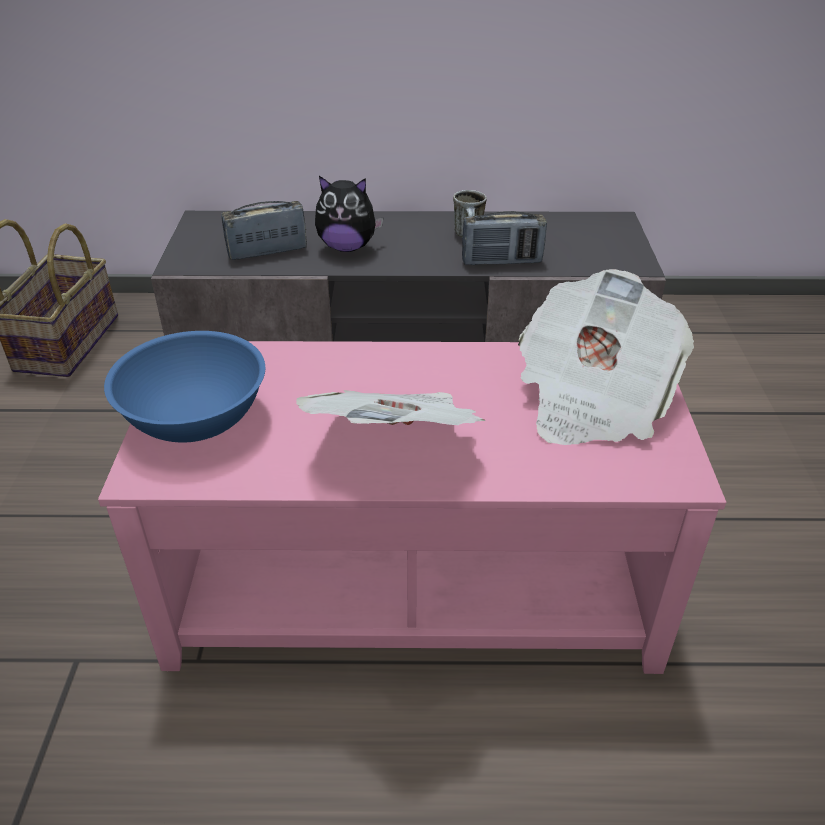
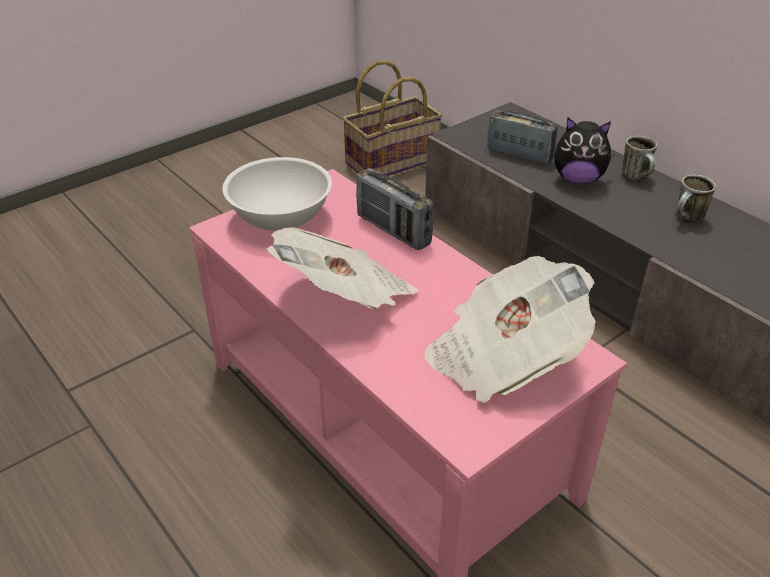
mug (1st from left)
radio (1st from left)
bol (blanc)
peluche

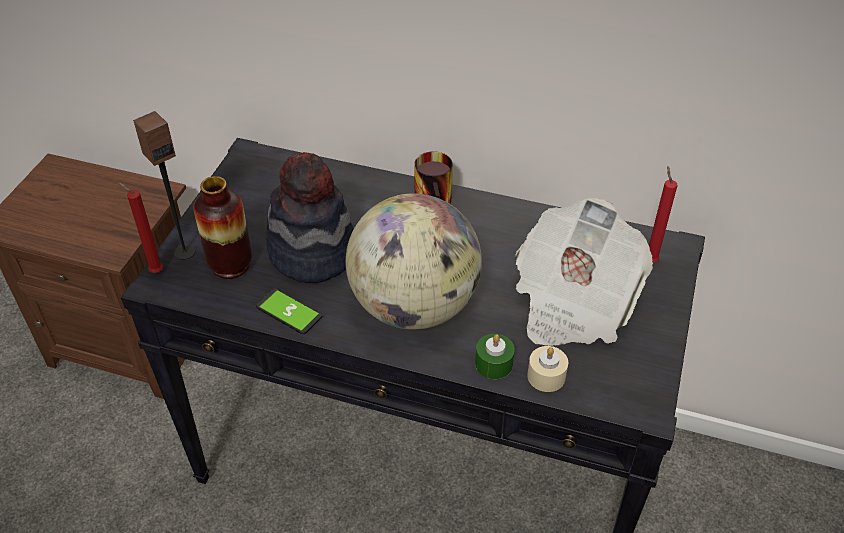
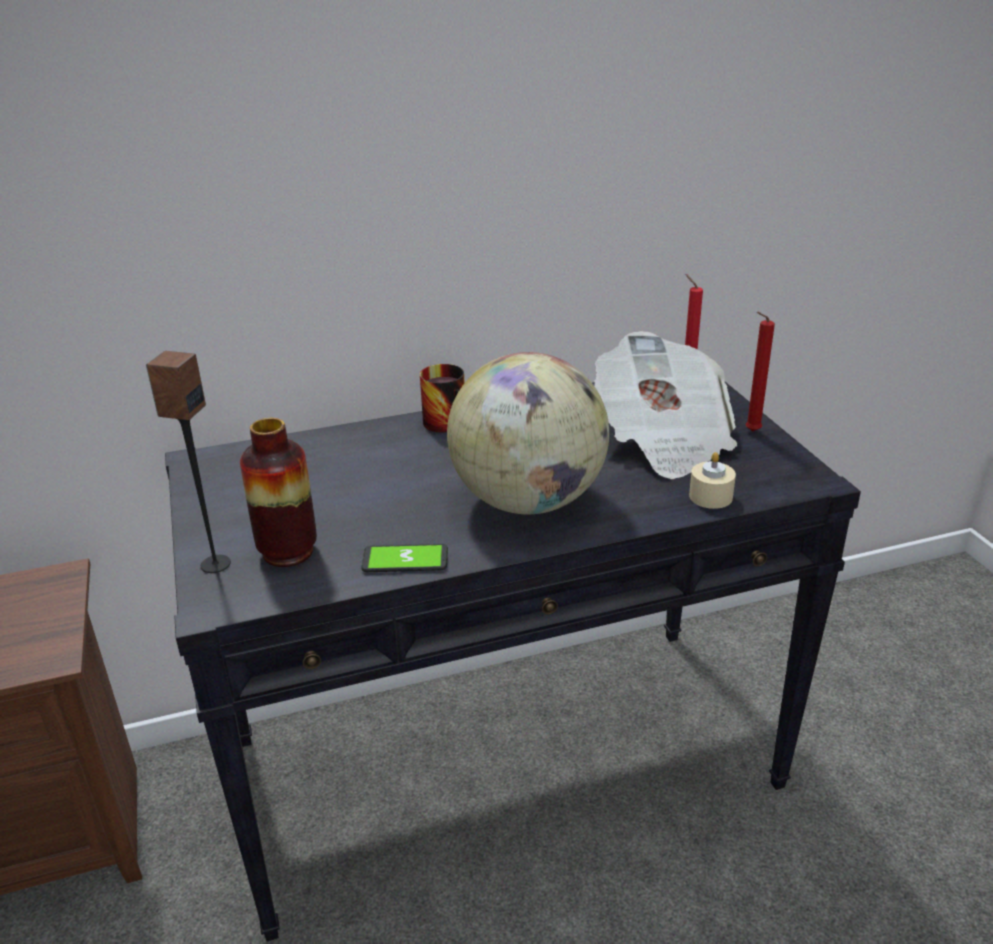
chapeau
bougie (vert)
bougie (rouge) (2nd from left)

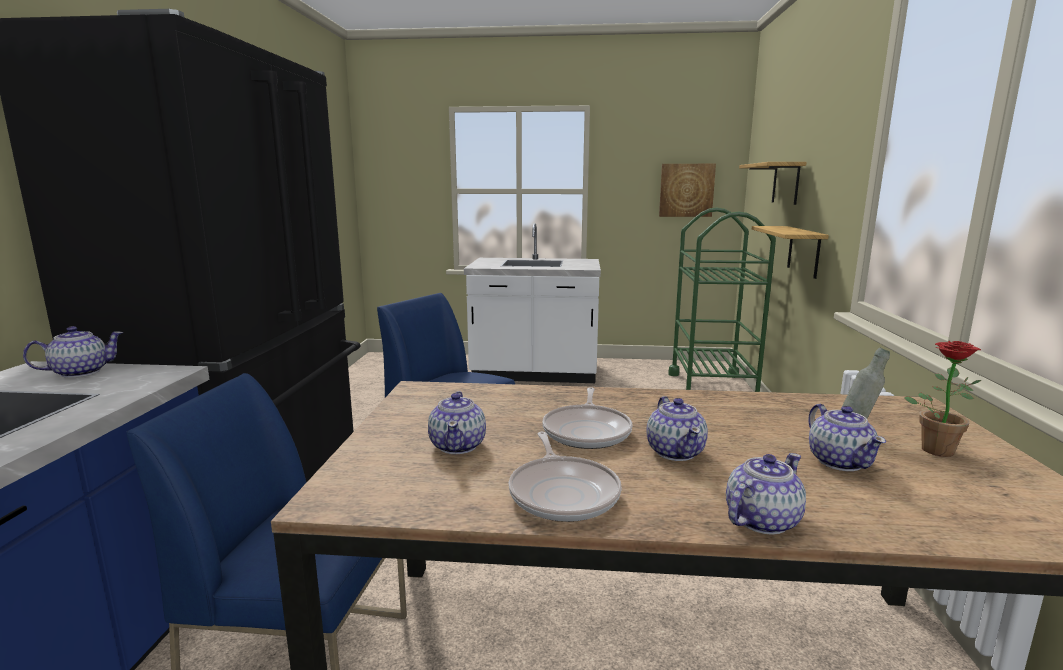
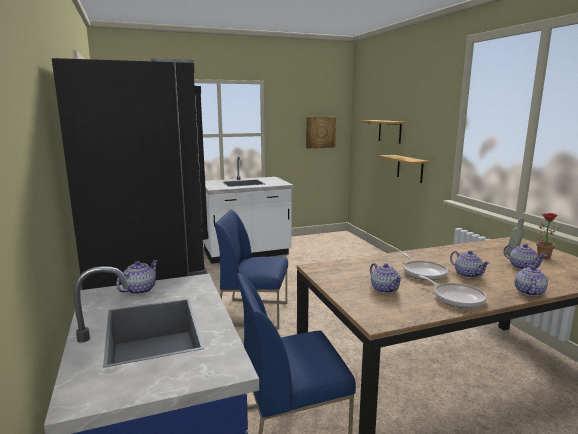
chariot (vert)

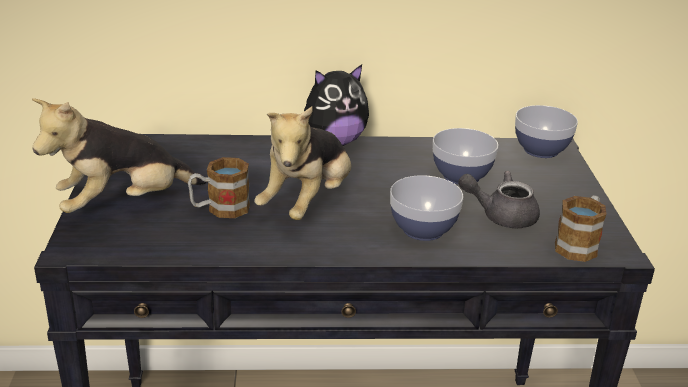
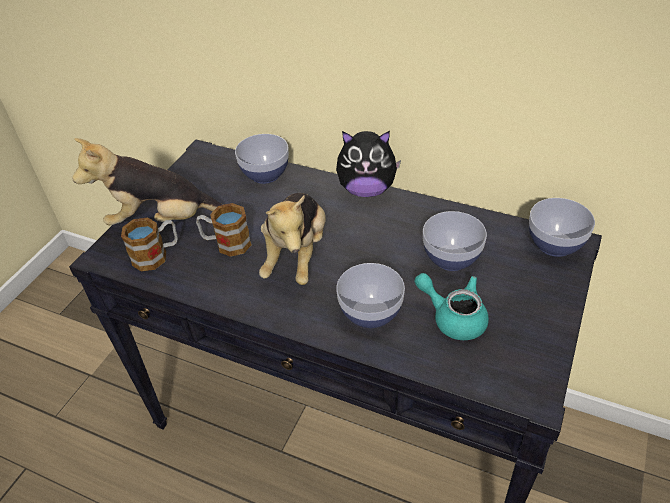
bol (1st from left)
mug (1st from left)
théière (turquoise)
peluche (2nd from left)

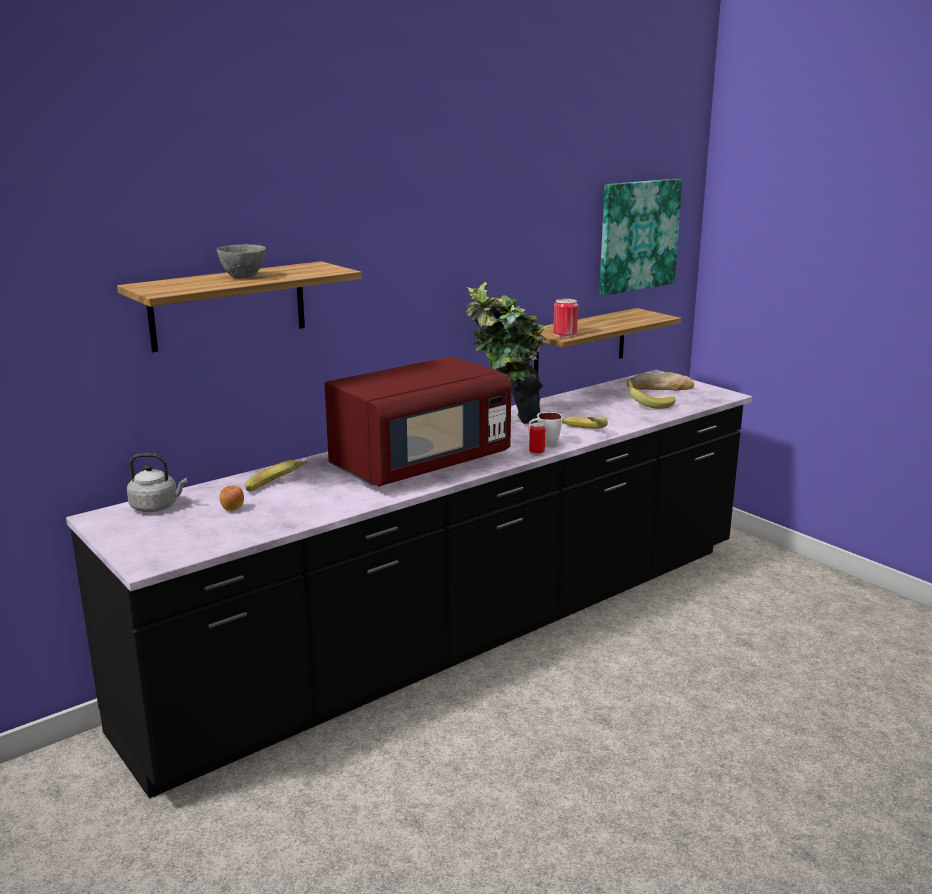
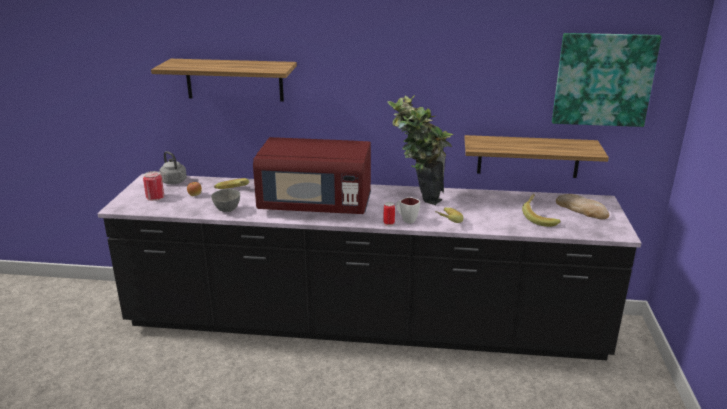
bol (gris)
boîte métallique (1st from left)

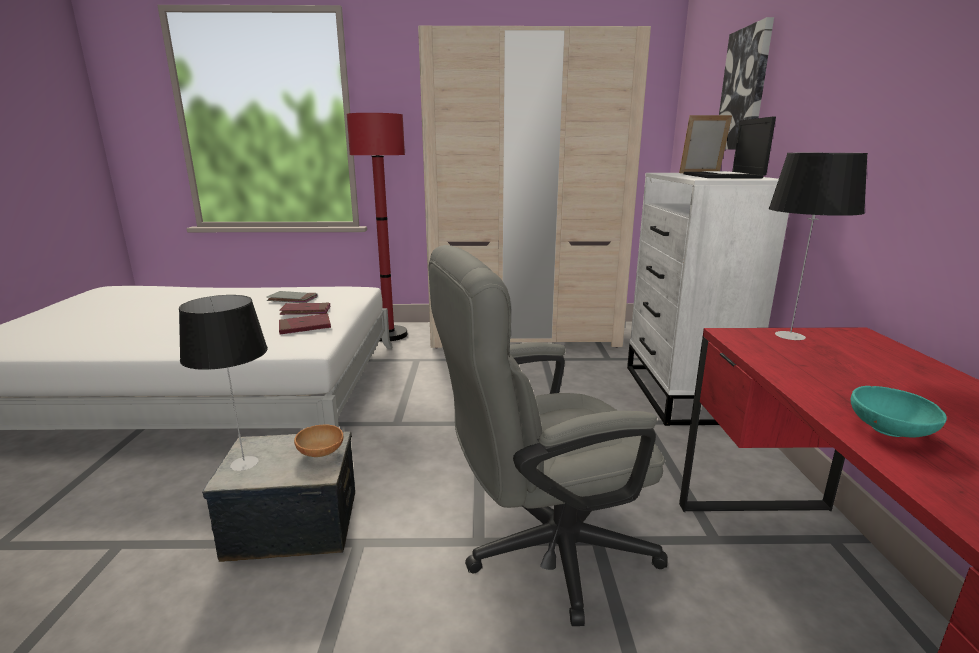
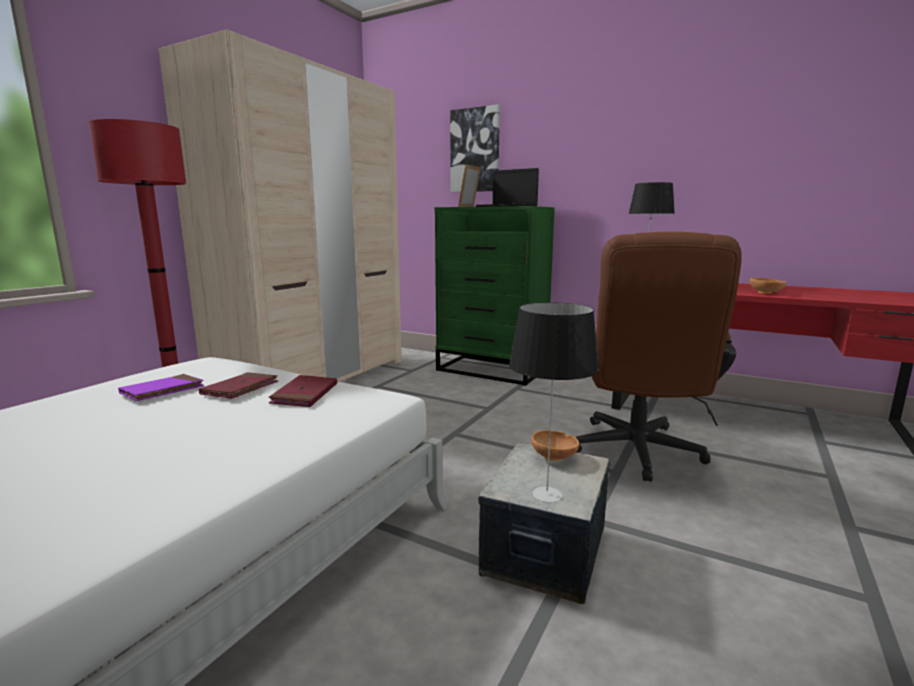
livre (violet)
chaise de bureau (marron)
commode (vert)
bol (marron) (2nd from left)

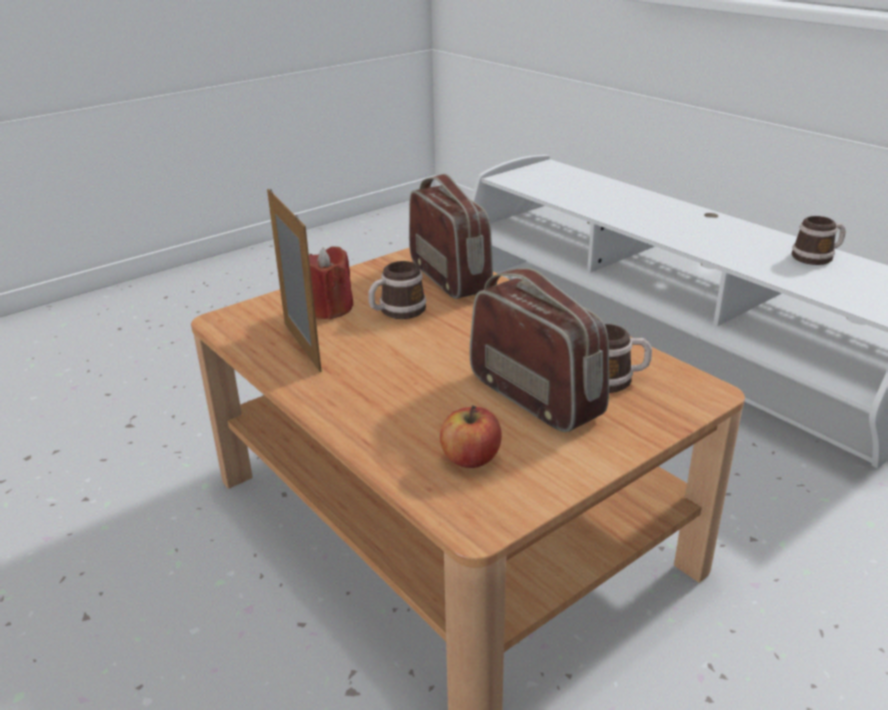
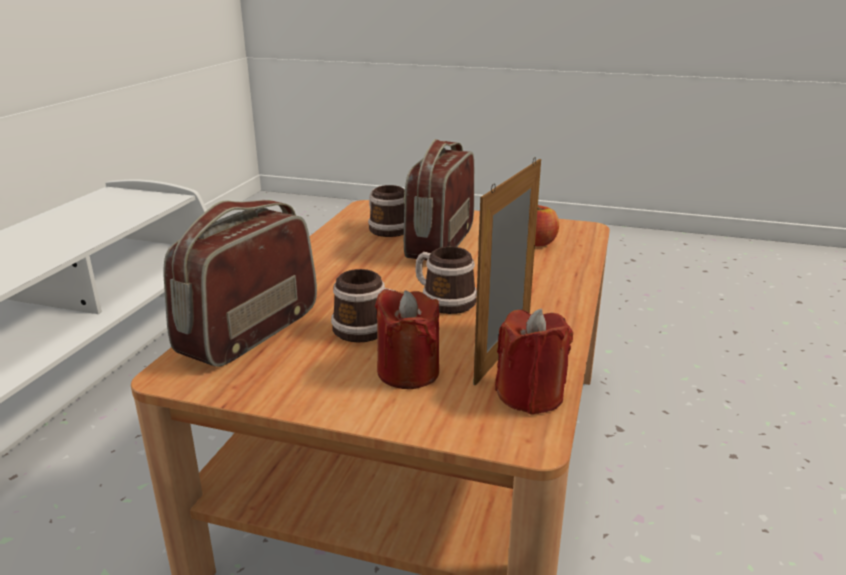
bougie (rouge) (2nd from left)
mug (3rd from left)

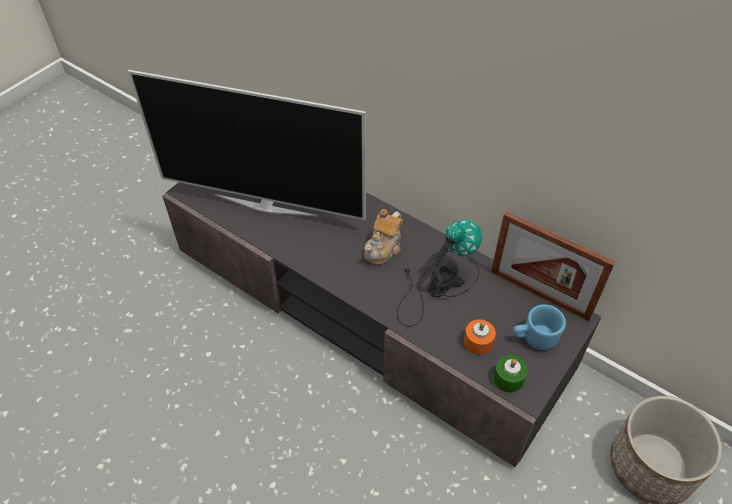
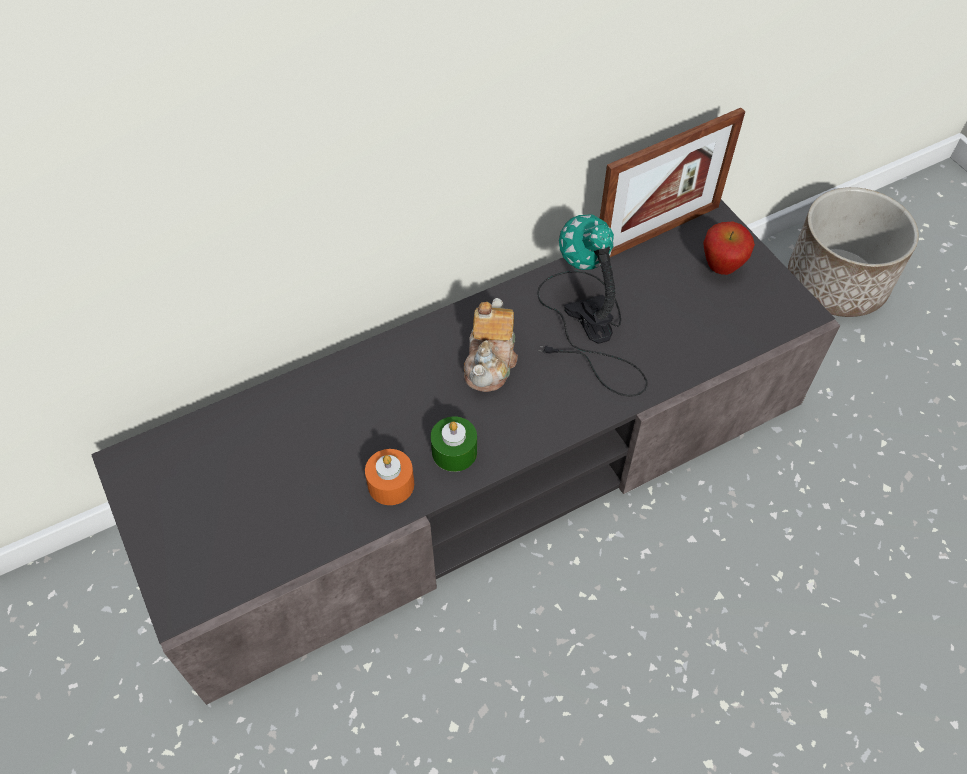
téléviseur
bougie (orange)
bougie (vert)
pomme
théière

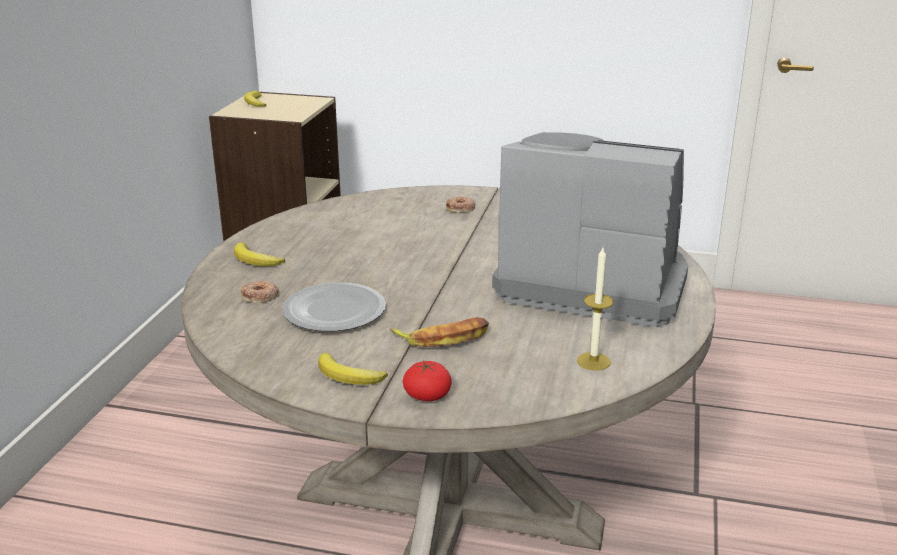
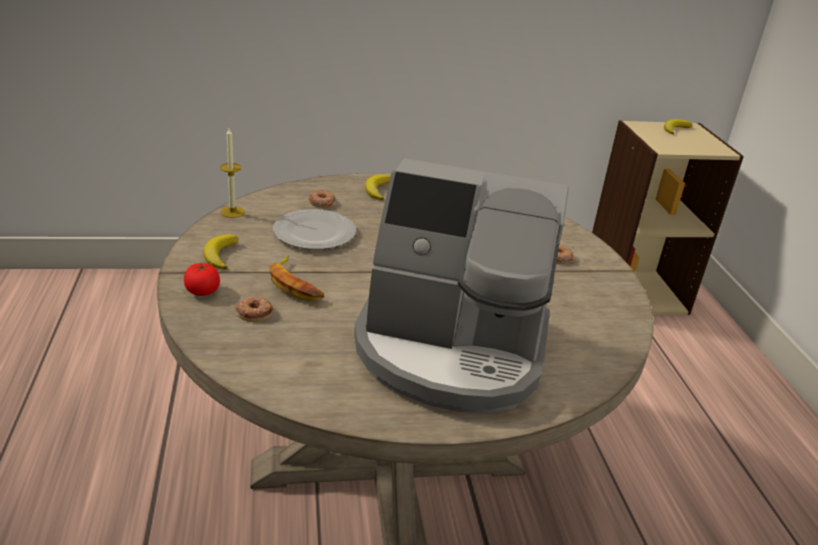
beignet (1st from left)
bougie
machine à café

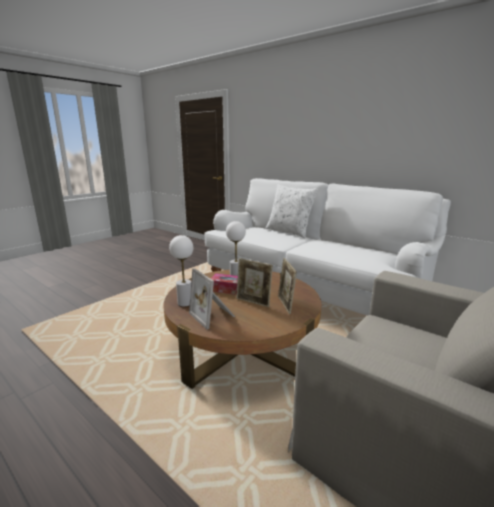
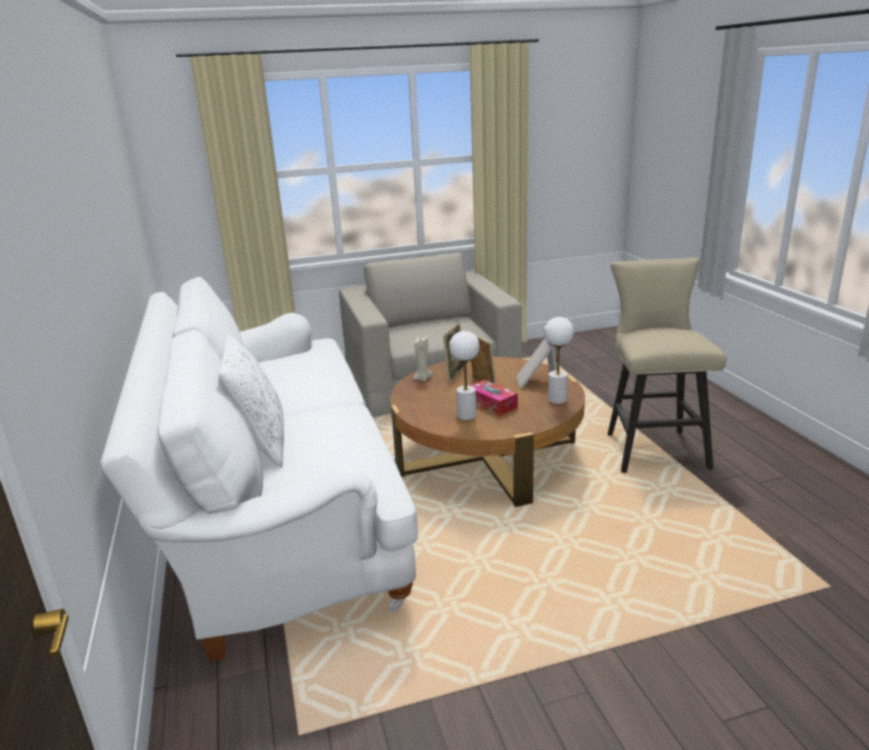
bougie (beige)
tabouret (beige)

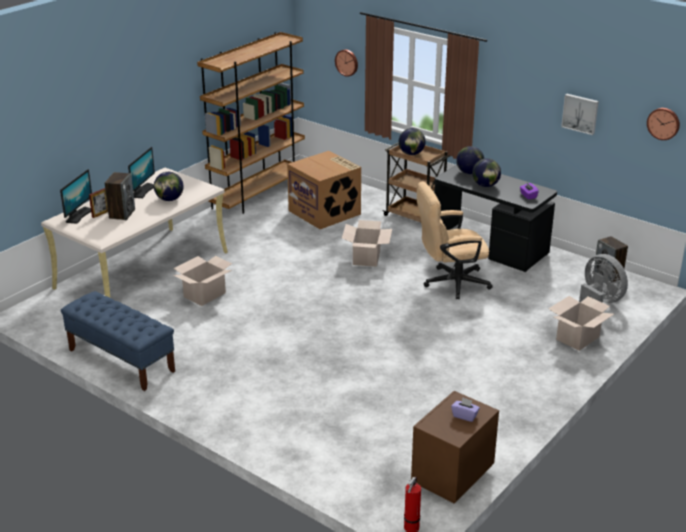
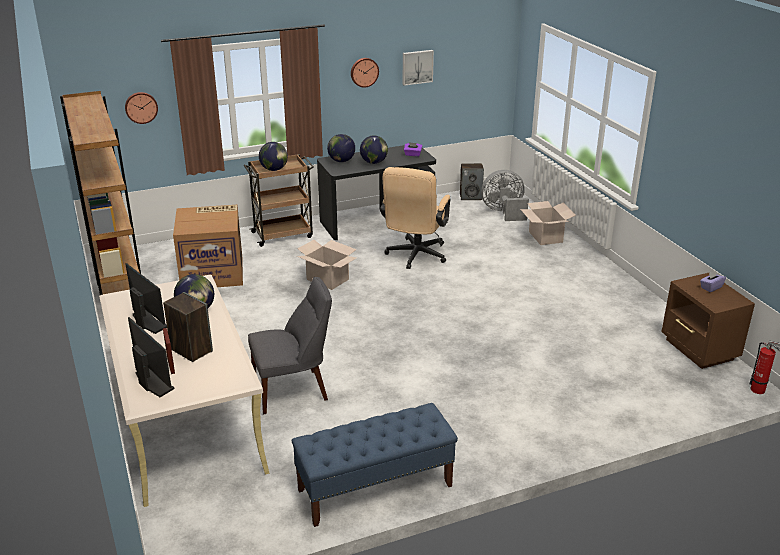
horloge murale (2nd from left)
chaise (gris)

